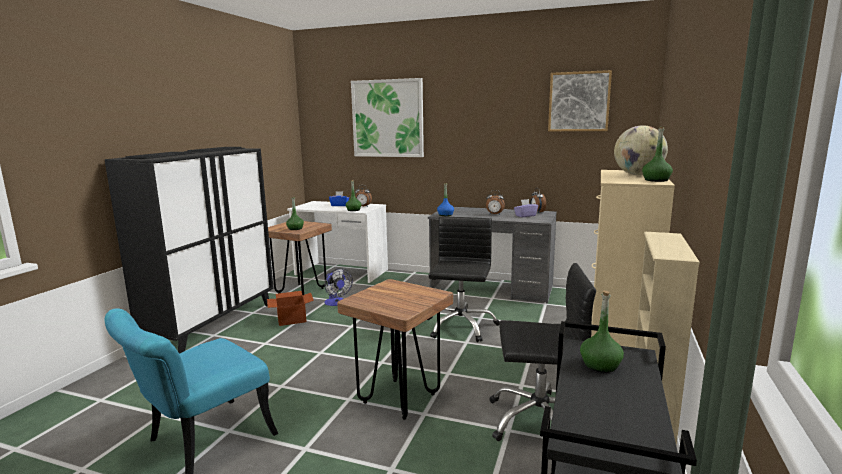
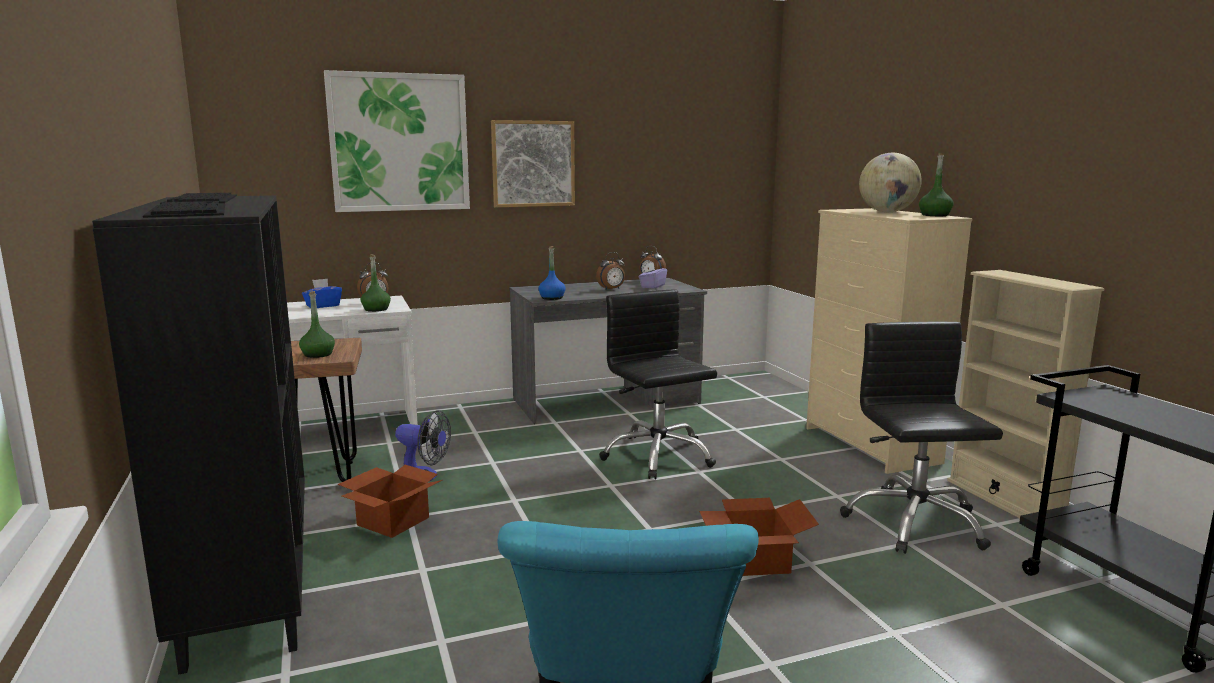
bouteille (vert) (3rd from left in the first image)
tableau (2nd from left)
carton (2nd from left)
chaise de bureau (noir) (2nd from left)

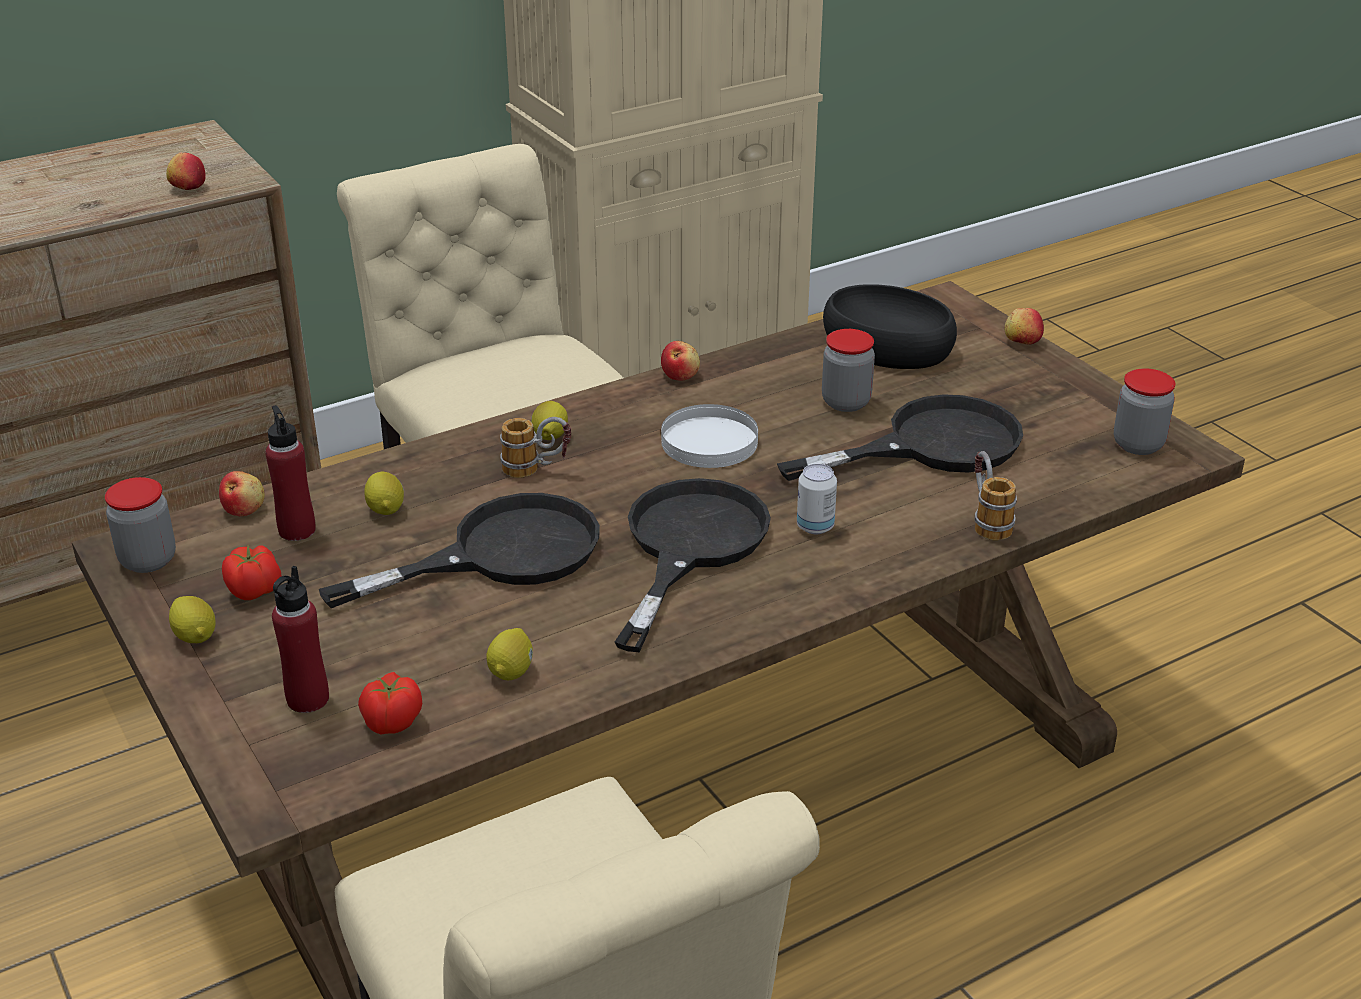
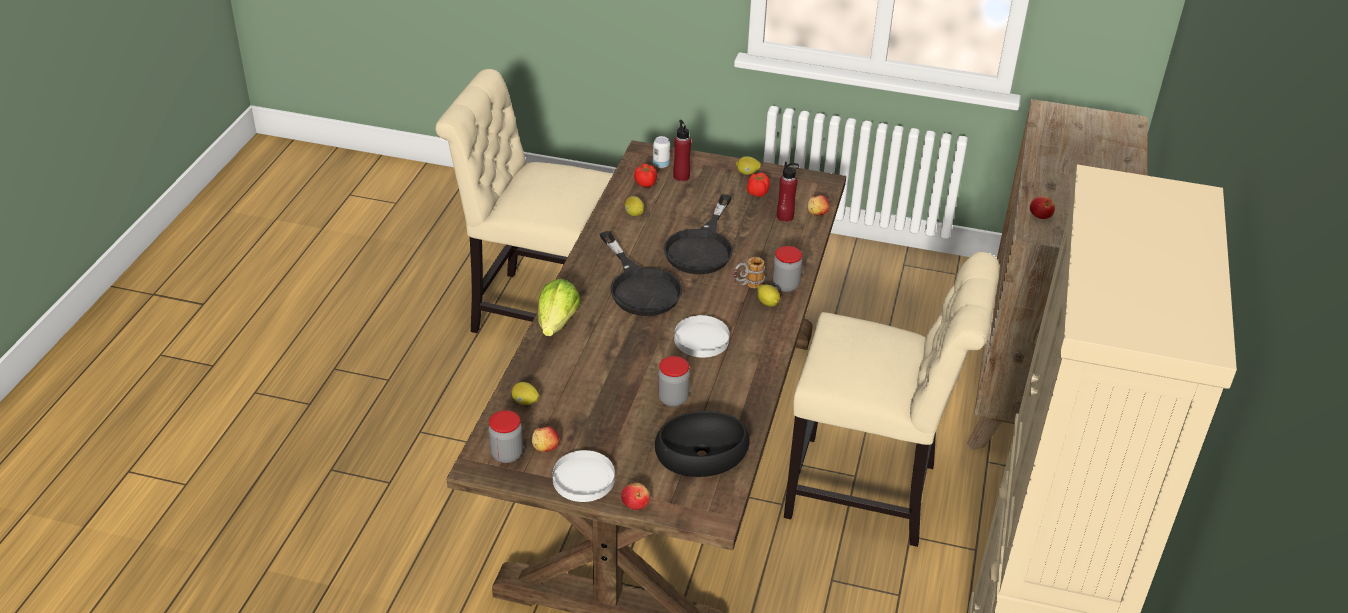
poêle (noir) (3rd from left in the first image)
mug (2nd from left in the first image)
laitue
assiette (blanc) (1st from left)
bocal (3rd from left)
citron (1st from left)
pomme (1st from left)
boîte métallique

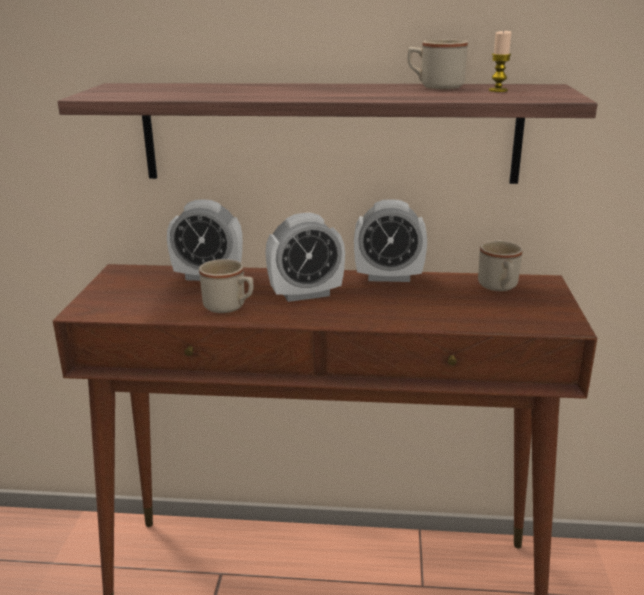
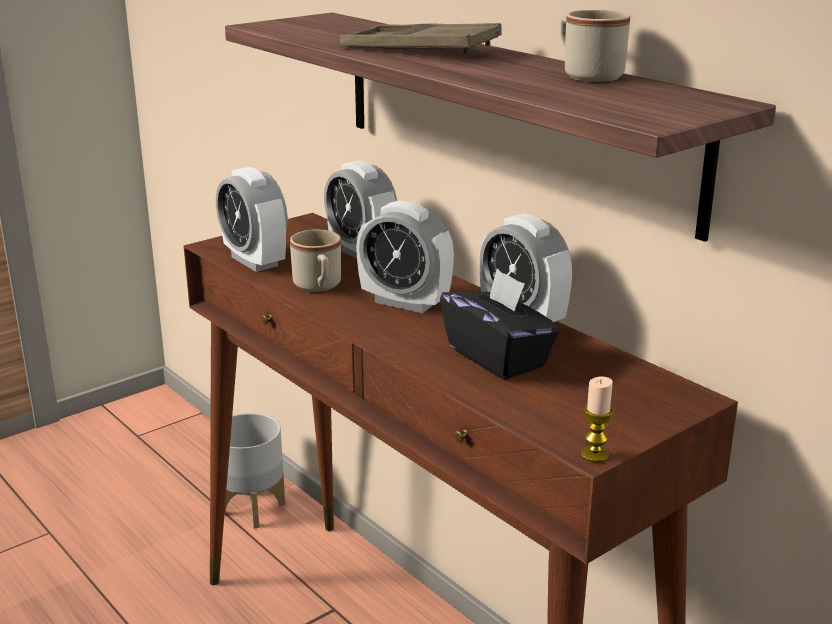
mug (beige) (3rd from left in the first image)
réveil (1st from left)
cache-pot (gris)
plateau (marron)
boîte à mouchoirs (noir)
bougie

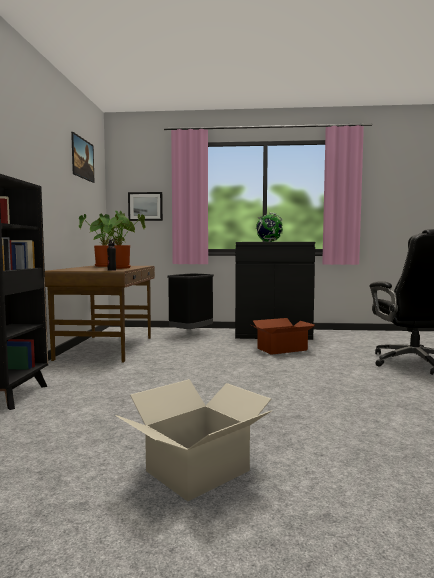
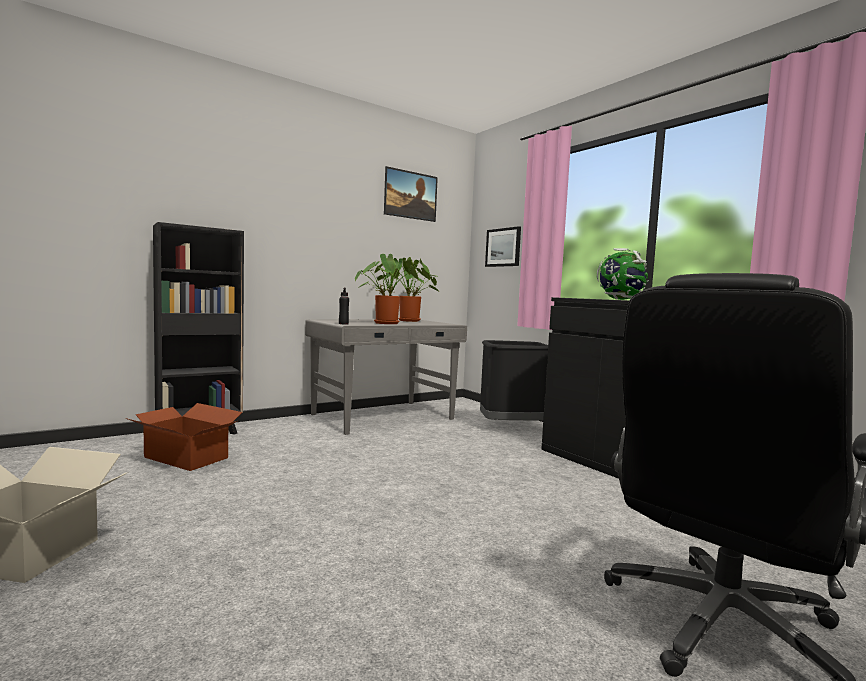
carton (2nd from left)
bureau (gris)

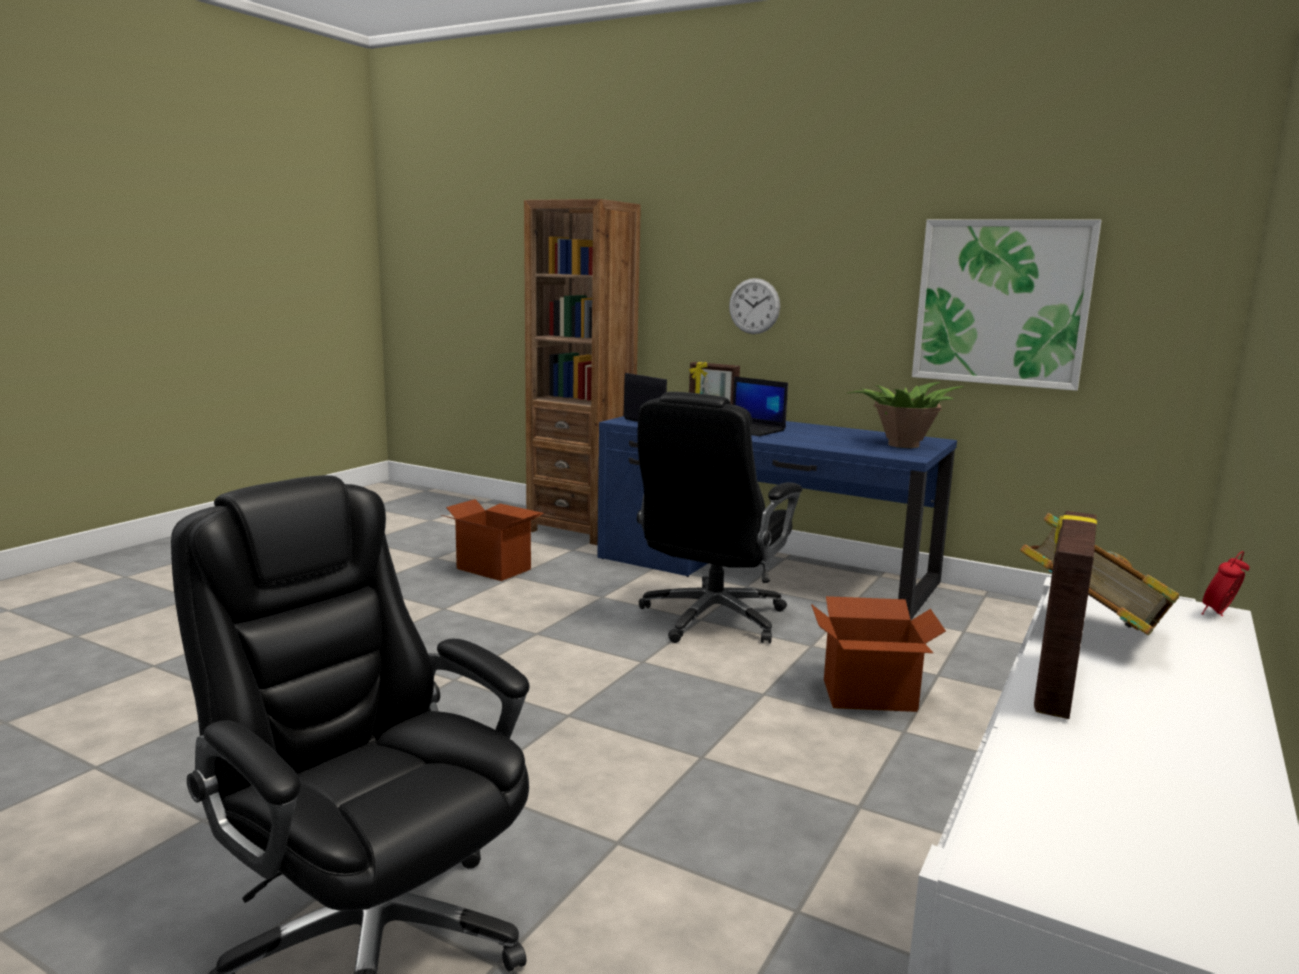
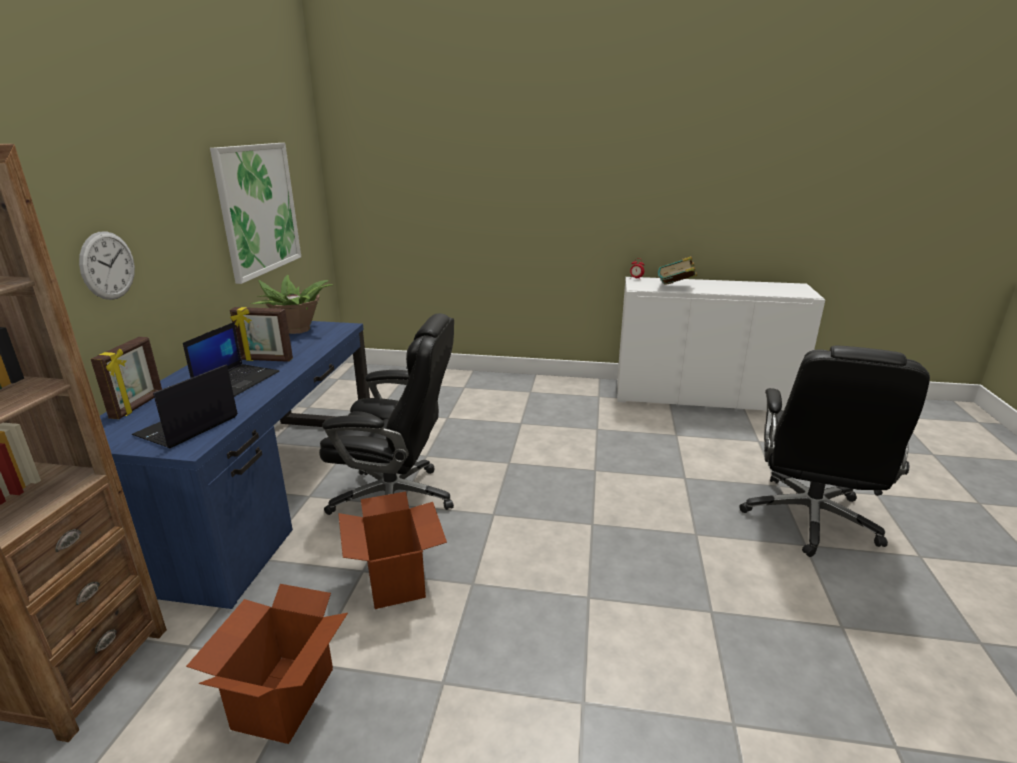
carton (2nd from left)
cadre photo (2nd from left)

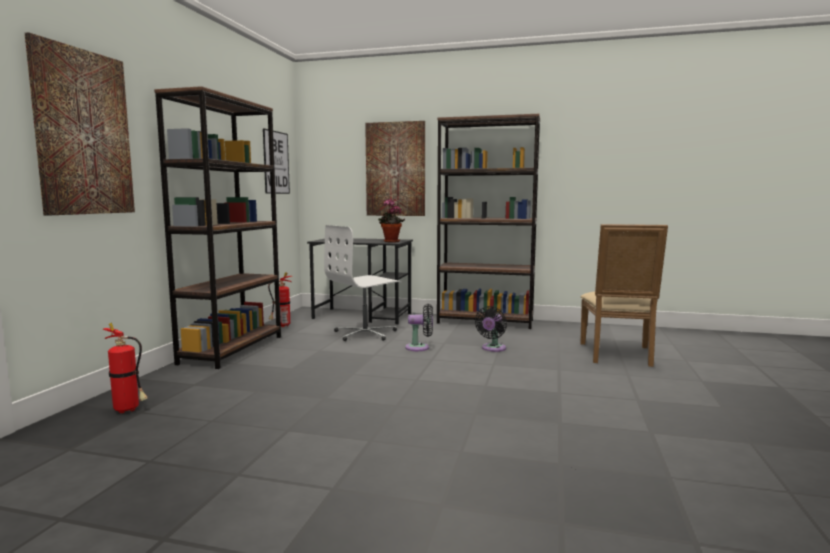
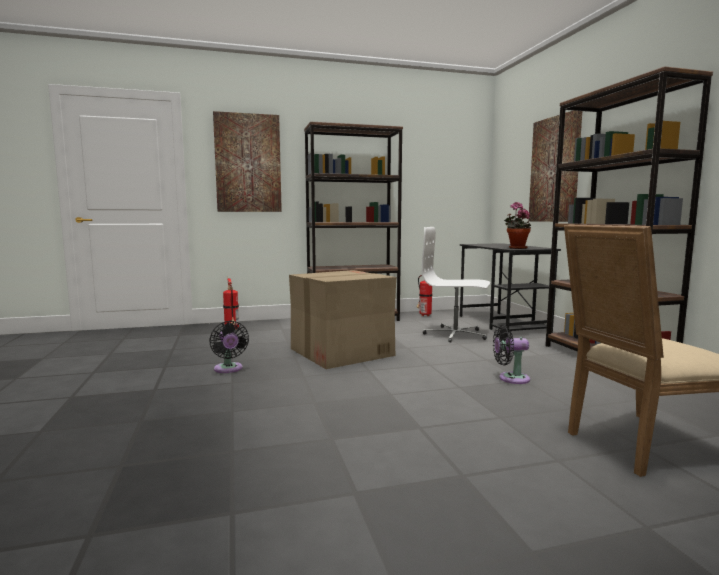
tableau (2nd from left in the first image)
carton
ventilateur (noir) (1st from left)

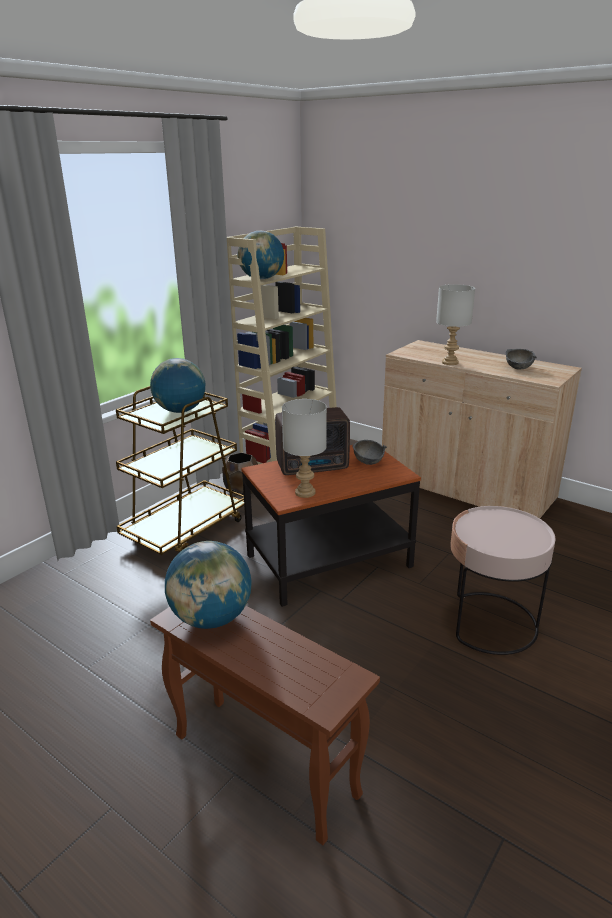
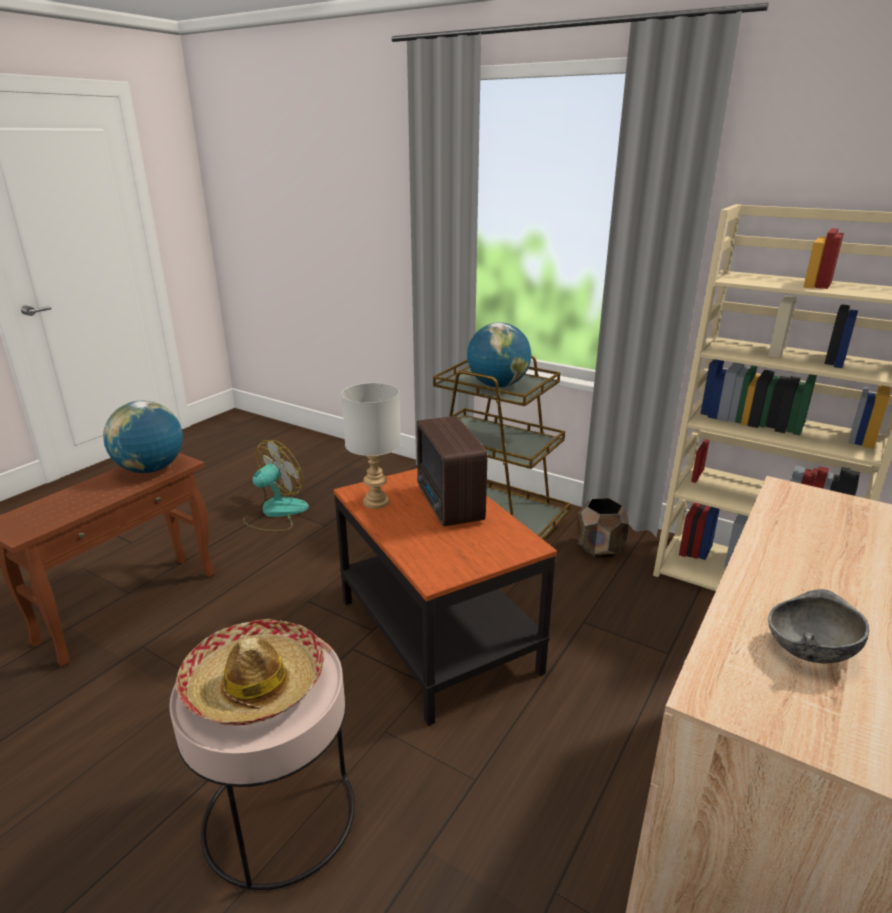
globe (3rd from left in the first image)
bol (gris) (1st from left in the first image)
lampe de table (gris) (2nd from left in the first image)
chapeau
ventilateur

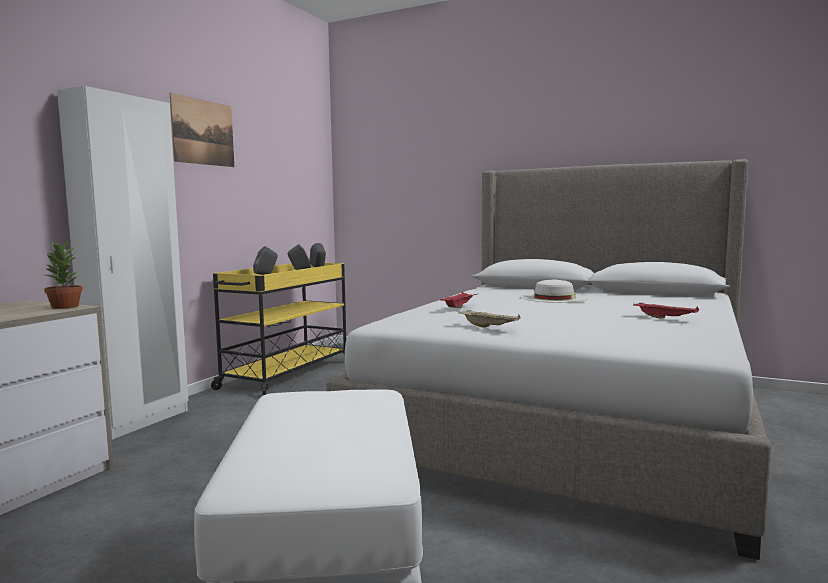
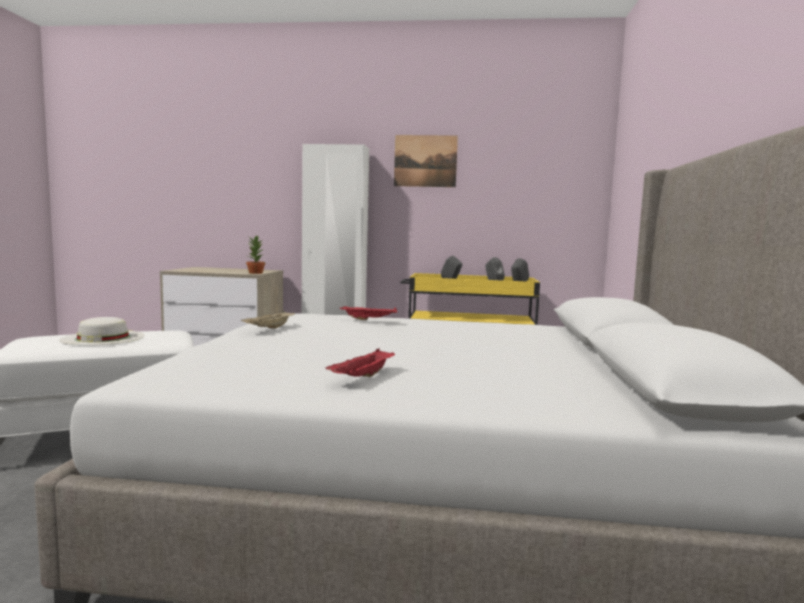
chapeau (blanc)

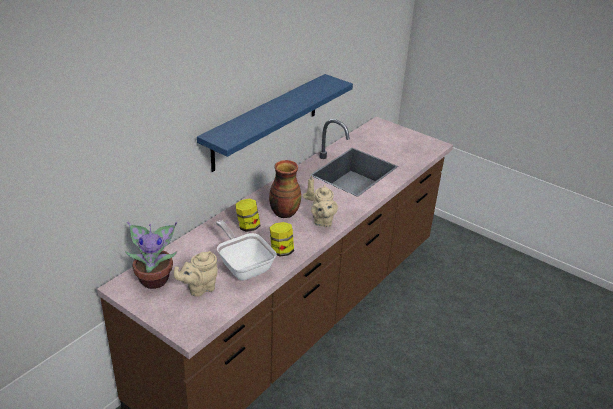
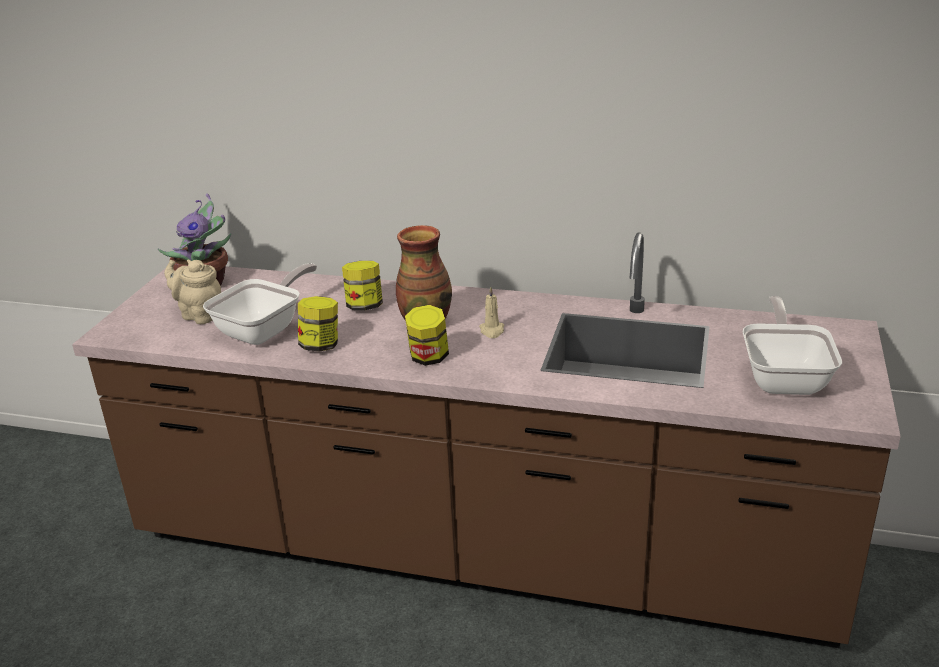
étagère (bleu)
poêle (2nd from left)
bocal (3rd from left)

